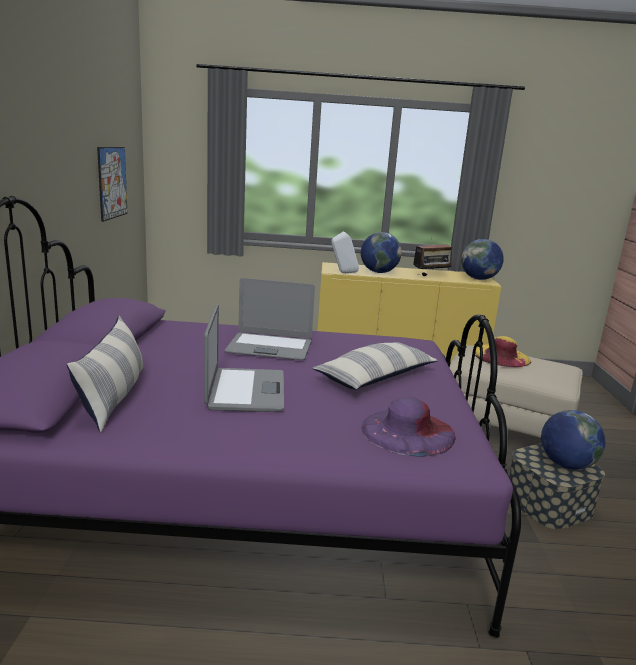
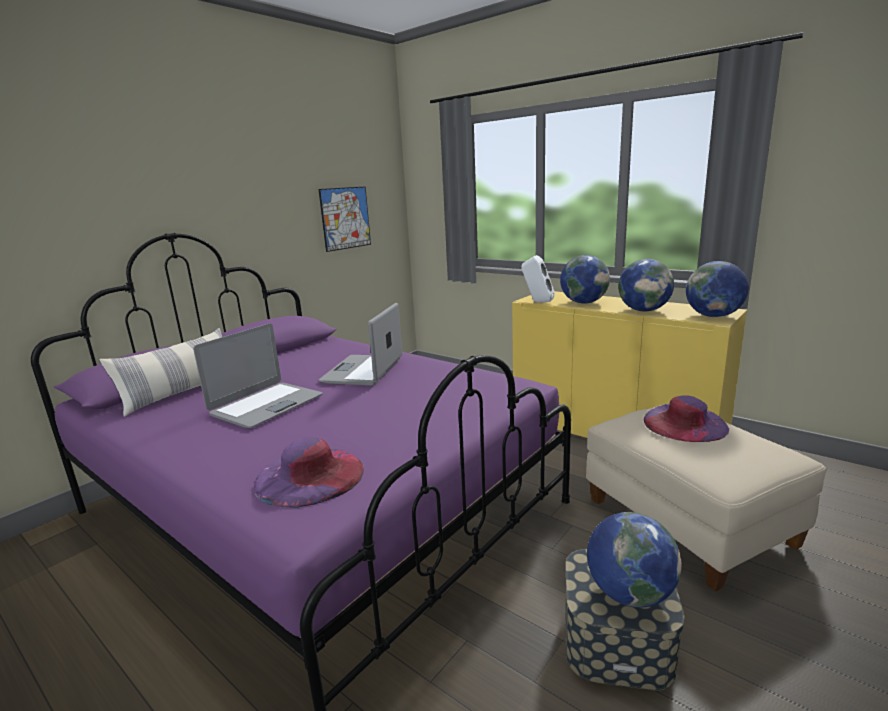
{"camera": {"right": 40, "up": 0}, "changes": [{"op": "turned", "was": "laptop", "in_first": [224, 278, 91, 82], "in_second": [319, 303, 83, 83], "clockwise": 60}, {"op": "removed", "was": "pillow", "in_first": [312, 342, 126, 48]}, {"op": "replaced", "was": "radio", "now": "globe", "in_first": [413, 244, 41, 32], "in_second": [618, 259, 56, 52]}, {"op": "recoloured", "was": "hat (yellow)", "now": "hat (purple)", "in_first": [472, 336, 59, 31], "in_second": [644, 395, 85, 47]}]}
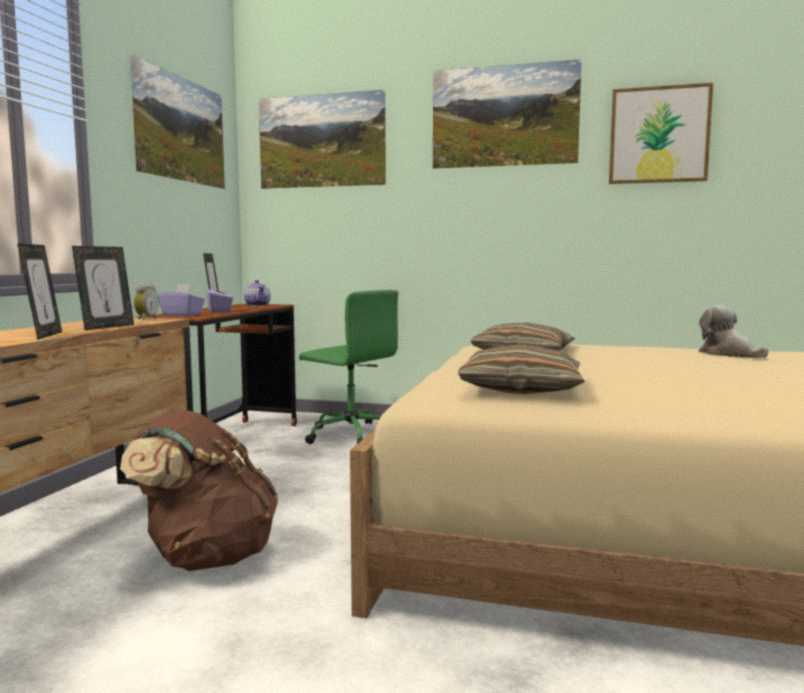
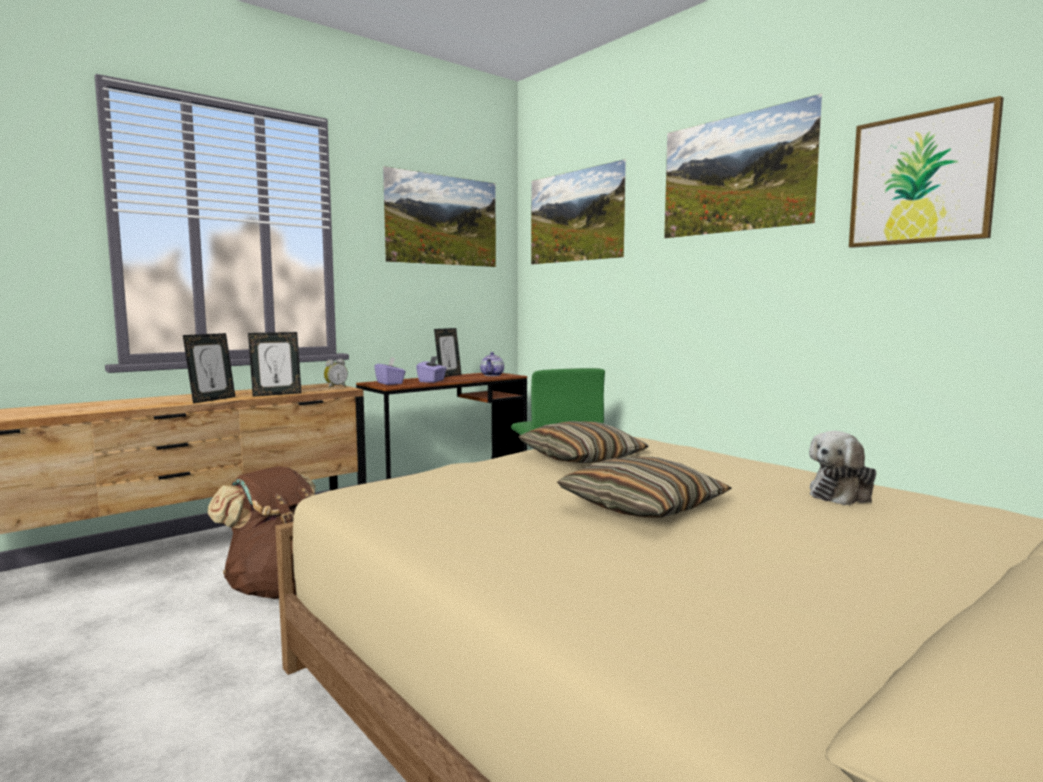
{"camera": {"right": 35, "up": 0}, "changes": [{"op": "moved", "was": "pillow", "in_first": [458, 345, 127, 49], "in_second": [557, 457, 175, 61]}, {"op": "turned", "was": "plush toy", "in_first": [698, 306, 71, 52], "in_second": [809, 431, 67, 74], "clockwise": -135}]}
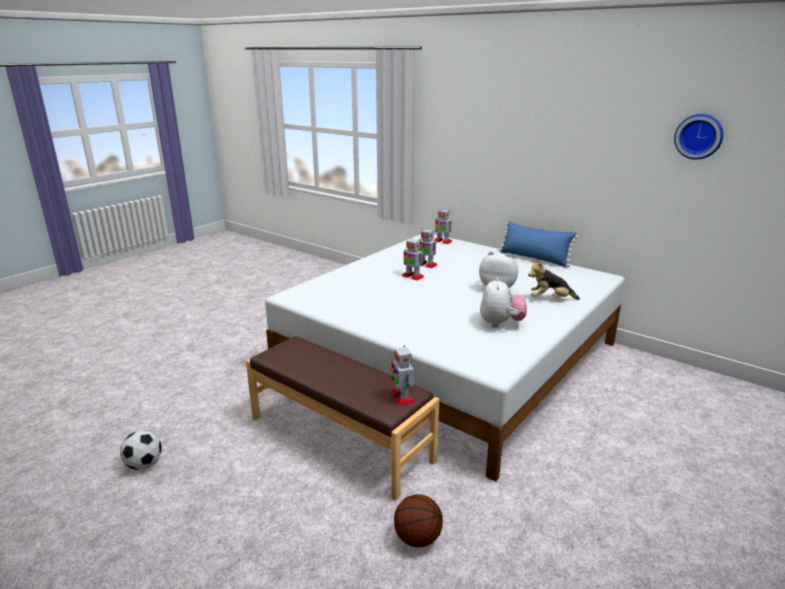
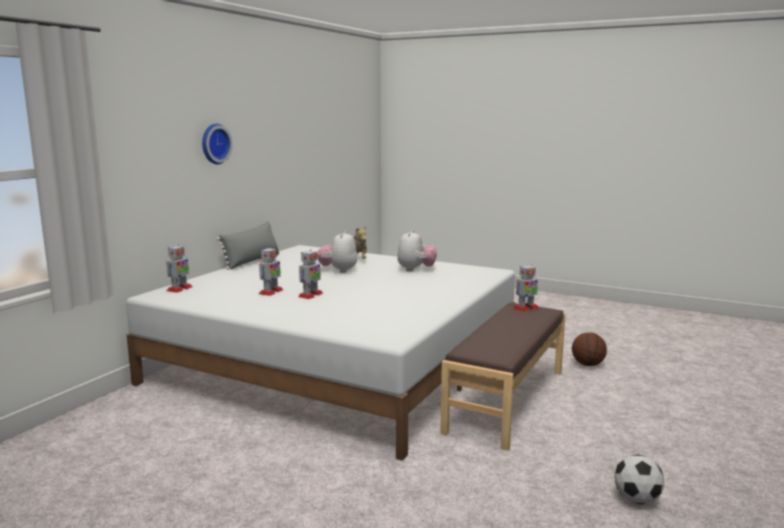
{"camera": {"right": -100, "up": -10}, "changes": [{"op": "turned", "was": "plush toy", "in_first": [480, 277, 47, 51], "in_second": [397, 230, 40, 42], "clockwise": 105}, {"op": "recoloured", "was": "pillow (blue)", "now": "pillow (grey)", "in_first": [499, 221, 79, 46], "in_second": [217, 221, 63, 49]}, {"op": "moved", "was": "wall clock", "in_first": [674, 114, 50, 46], "in_second": [202, 124, 31, 40]}]}
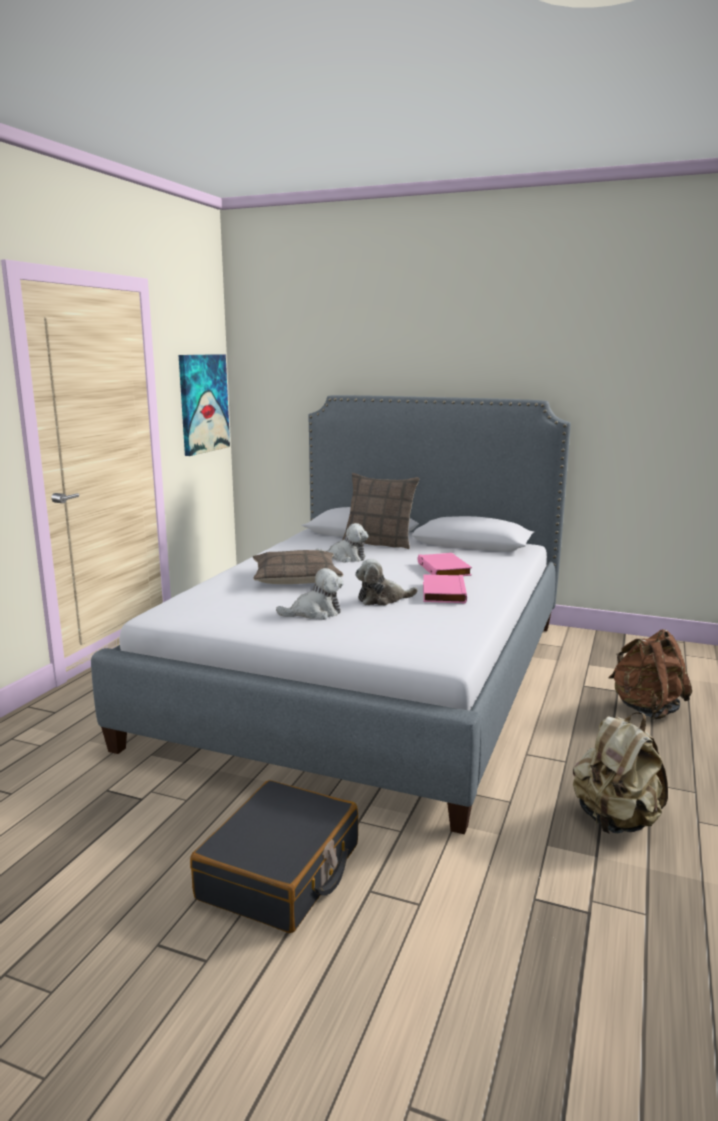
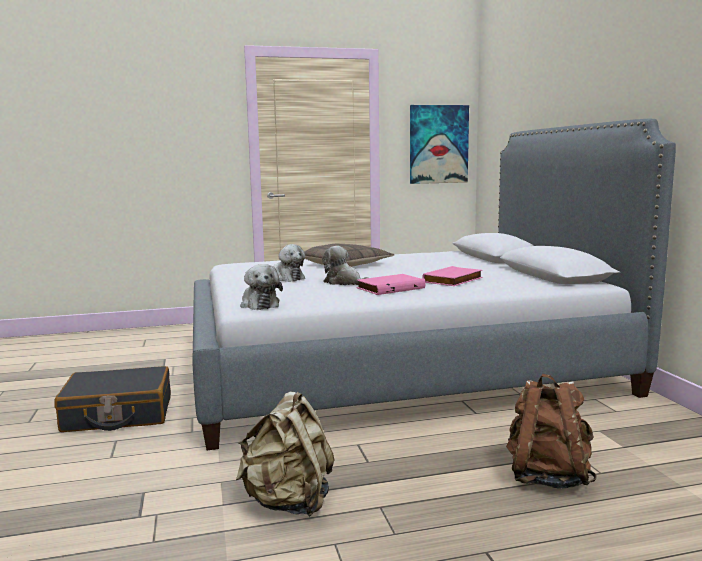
{"camera": {"right": 55, "up": -5}, "changes": [{"op": "moved", "was": "plush toy", "in_first": [316, 523, 53, 39], "in_second": [240, 264, 43, 46]}, {"op": "removed", "was": "pillow", "in_first": [342, 473, 78, 76]}]}
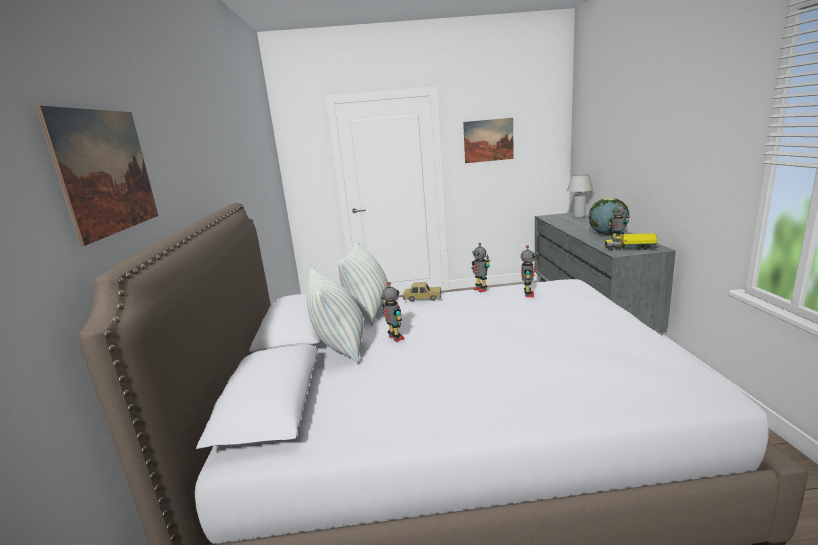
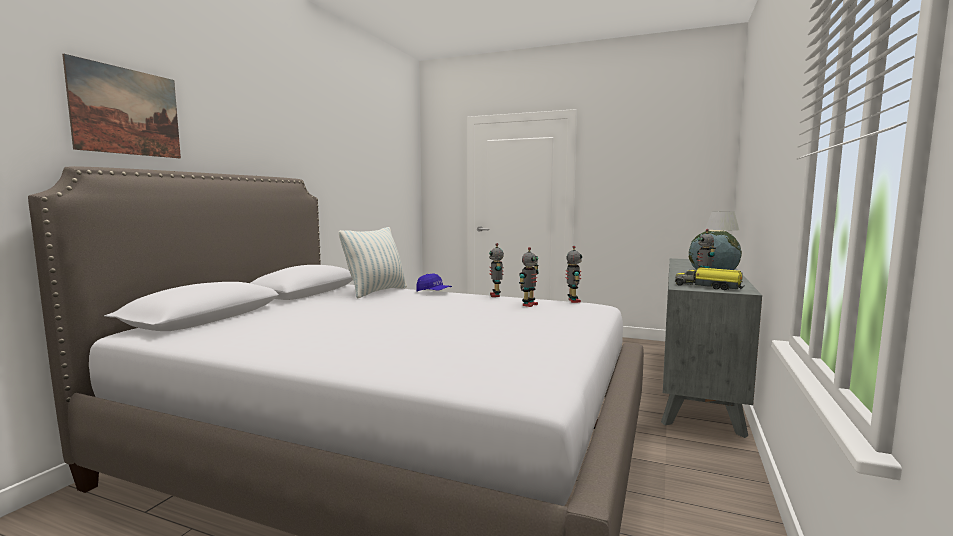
{"camera": {"right": 25, "up": -10}, "changes": [{"op": "removed", "was": "pillow", "in_first": [307, 267, 57, 97]}, {"op": "moved", "was": "toy robot", "in_first": [381, 282, 23, 60], "in_second": [565, 246, 17, 57]}, {"op": "replaced", "was": "toy car", "now": "cap (blue)", "in_first": [403, 282, 39, 20], "in_second": [416, 274, 36, 18]}, {"op": "removed", "was": "picture", "in_first": [463, 118, 51, 45]}]}
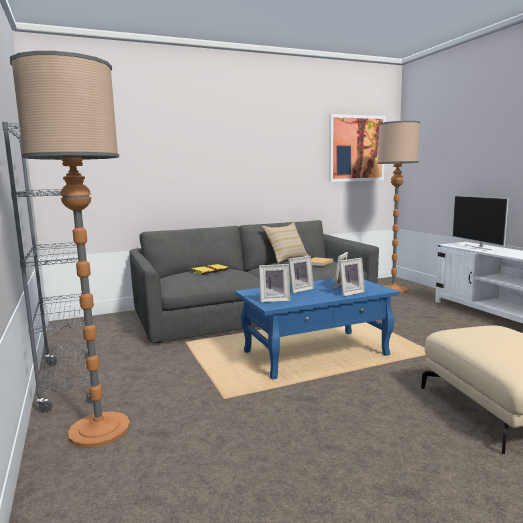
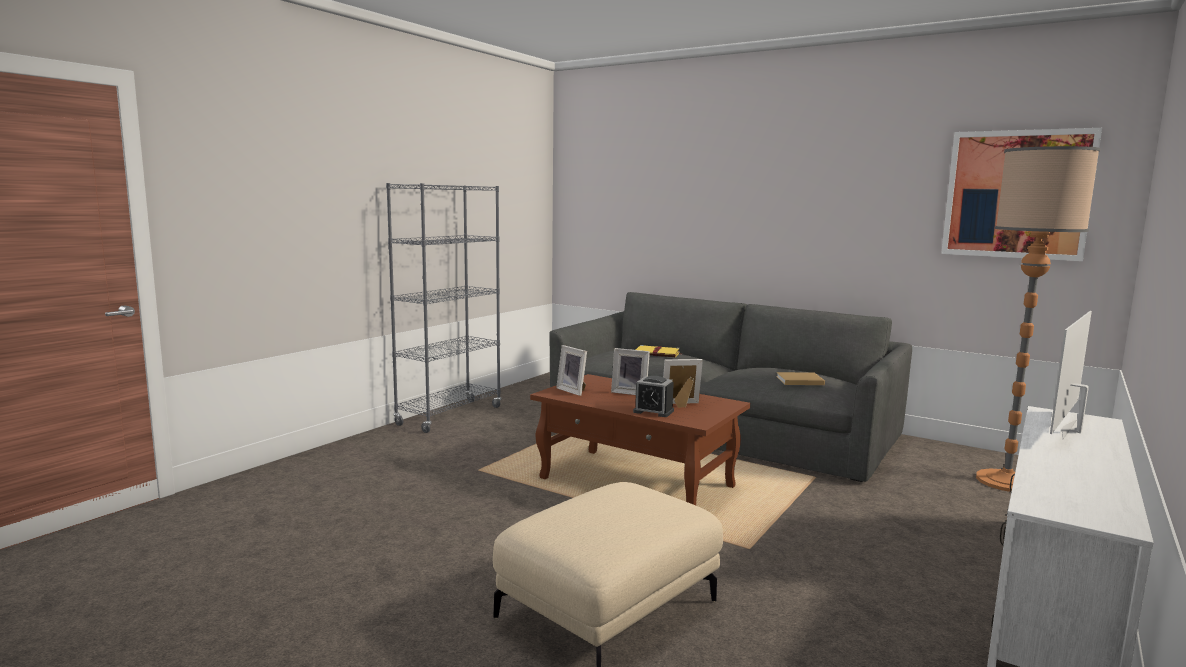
{"camera": {"right": 55, "up": 0}, "changes": [{"op": "removed", "was": "floor lamp", "in_first": [10, 51, 120, 396]}, {"op": "recoloured", "was": "coffee table (blue)", "now": "coffee table (brown)", "in_first": [235, 278, 165, 102], "in_second": [530, 374, 220, 131]}, {"op": "removed", "was": "pillow (beige)", "in_first": [262, 222, 47, 41]}, {"op": "replaced", "was": "picture frame", "now": "alarm clock", "in_first": [339, 258, 26, 39], "in_second": [633, 376, 41, 41]}]}
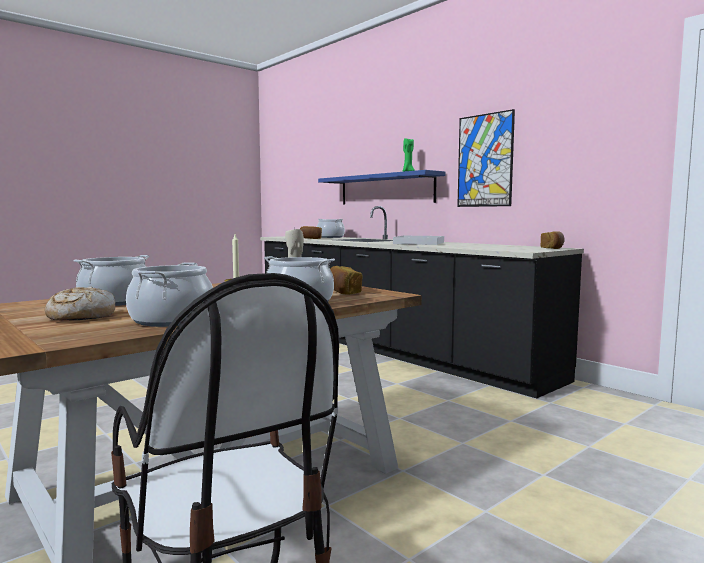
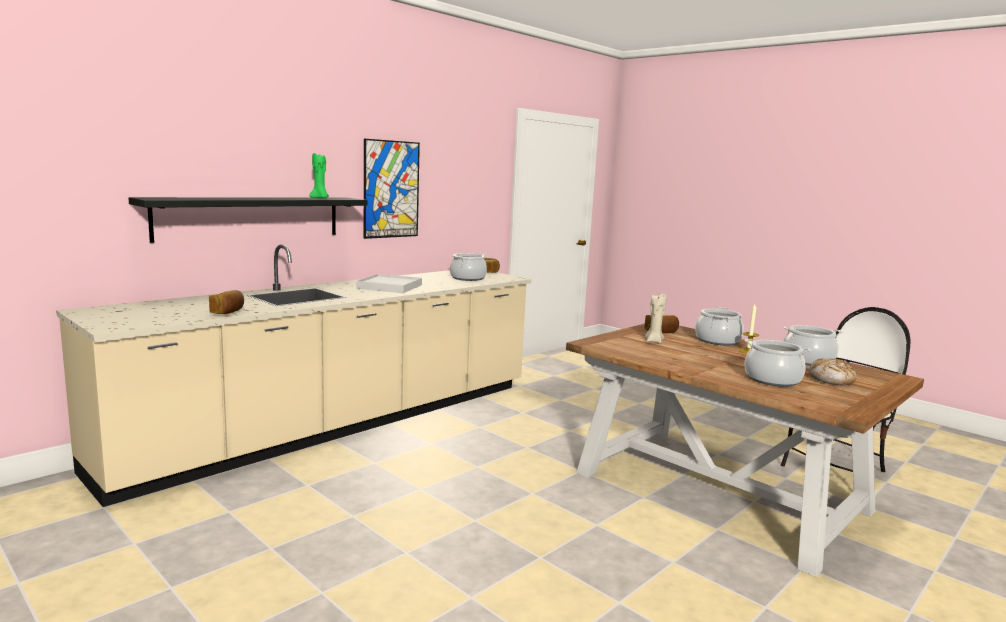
{"camera": {"right": -95, "up": 5}, "changes": [{"op": "recoloured", "was": "counter (black)", "now": "counter (beige)", "in_first": [260, 206, 324, 192], "in_second": [56, 244, 475, 263]}, {"op": "moved", "was": "cooking pot", "in_first": [317, 219, 28, 19], "in_second": [450, 253, 37, 28]}, {"op": "recoloured", "was": "shelf (blue)", "now": "shelf (black)", "in_first": [318, 170, 127, 35], "in_second": [129, 197, 239, 46]}]}
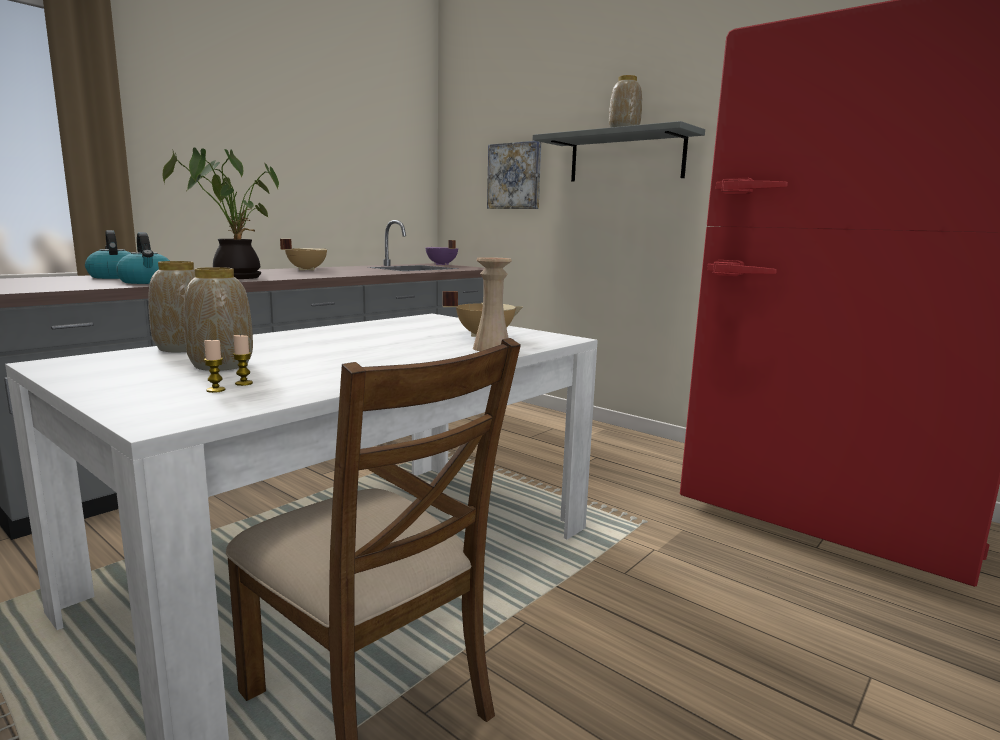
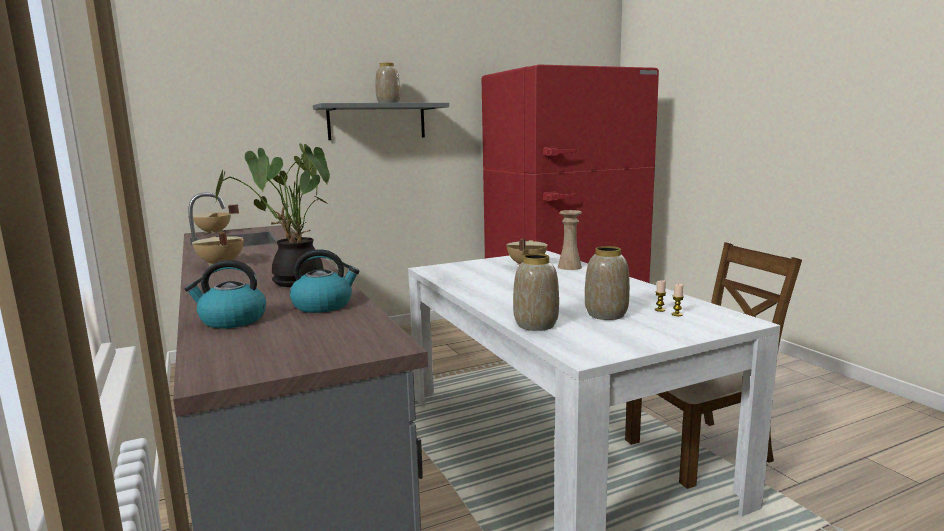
{"camera": {"right": -65, "up": 0}, "changes": [{"op": "recoloured", "was": "cooking pot (purple)", "now": "cooking pot (beige)", "in_first": [425, 240, 33, 25], "in_second": [188, 204, 51, 30]}, {"op": "removed", "was": "picture", "in_first": [487, 141, 54, 68]}]}
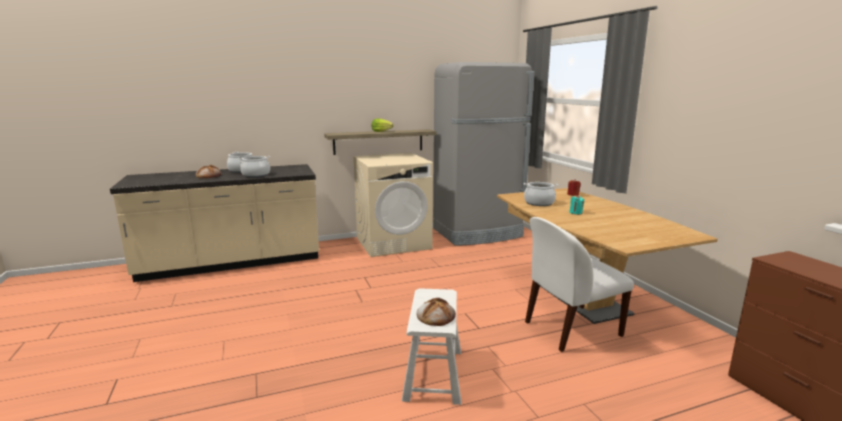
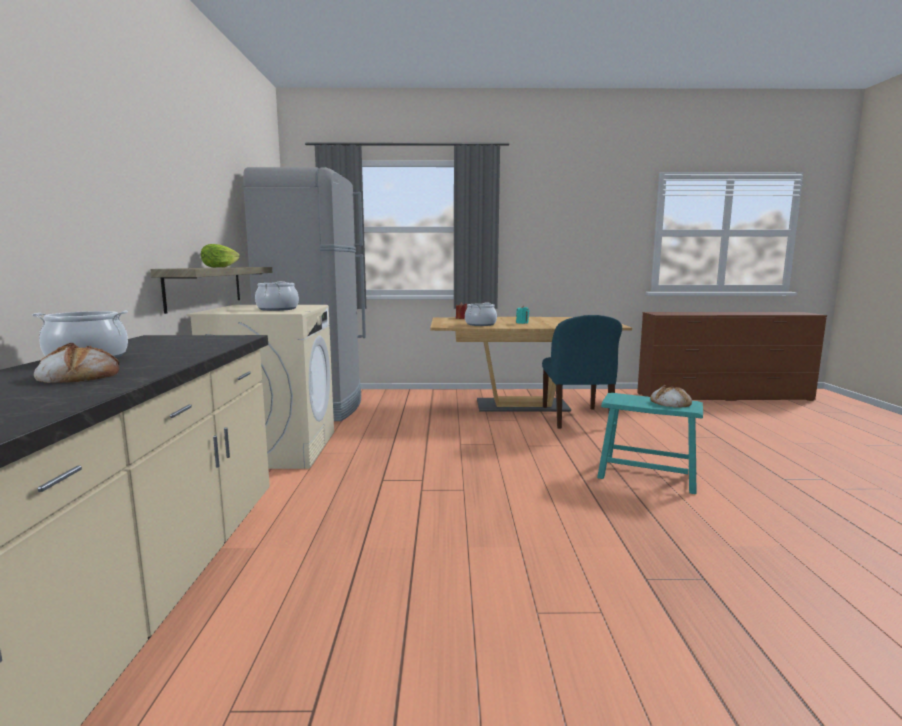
{"camera": {"right": -70, "up": -5}, "changes": [{"op": "moved", "was": "cooking pot", "in_first": [238, 156, 33, 21], "in_second": [255, 281, 44, 30]}, {"op": "recoloured", "was": "stool (white)", "now": "stool (turquoise)", "in_first": [402, 288, 59, 117], "in_second": [597, 393, 106, 101]}, {"op": "recoloured", "was": "chair (white)", "now": "chair (blue)", "in_first": [525, 217, 109, 135], "in_second": [542, 315, 80, 114]}]}
